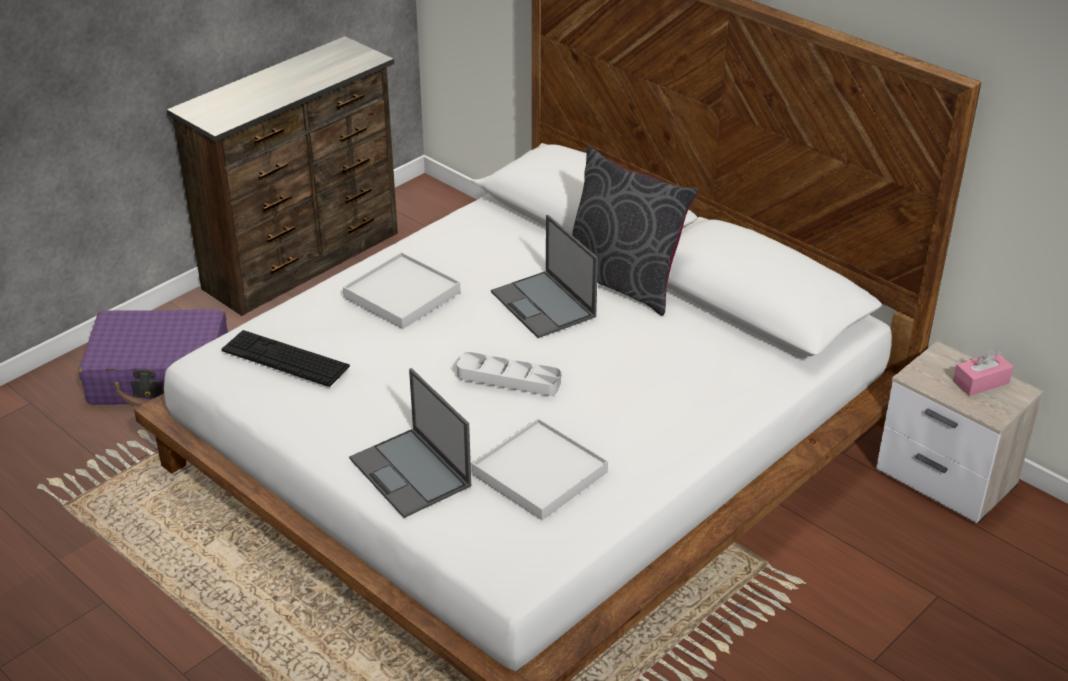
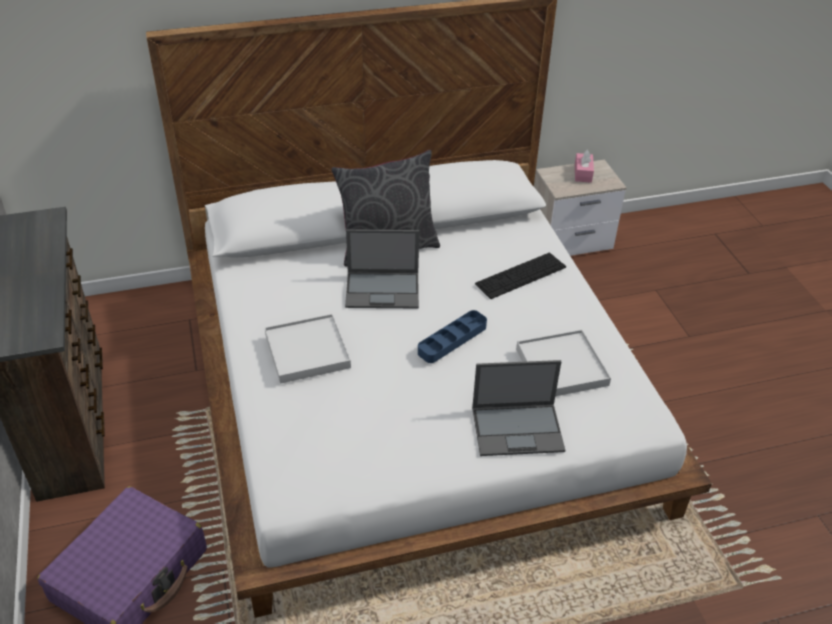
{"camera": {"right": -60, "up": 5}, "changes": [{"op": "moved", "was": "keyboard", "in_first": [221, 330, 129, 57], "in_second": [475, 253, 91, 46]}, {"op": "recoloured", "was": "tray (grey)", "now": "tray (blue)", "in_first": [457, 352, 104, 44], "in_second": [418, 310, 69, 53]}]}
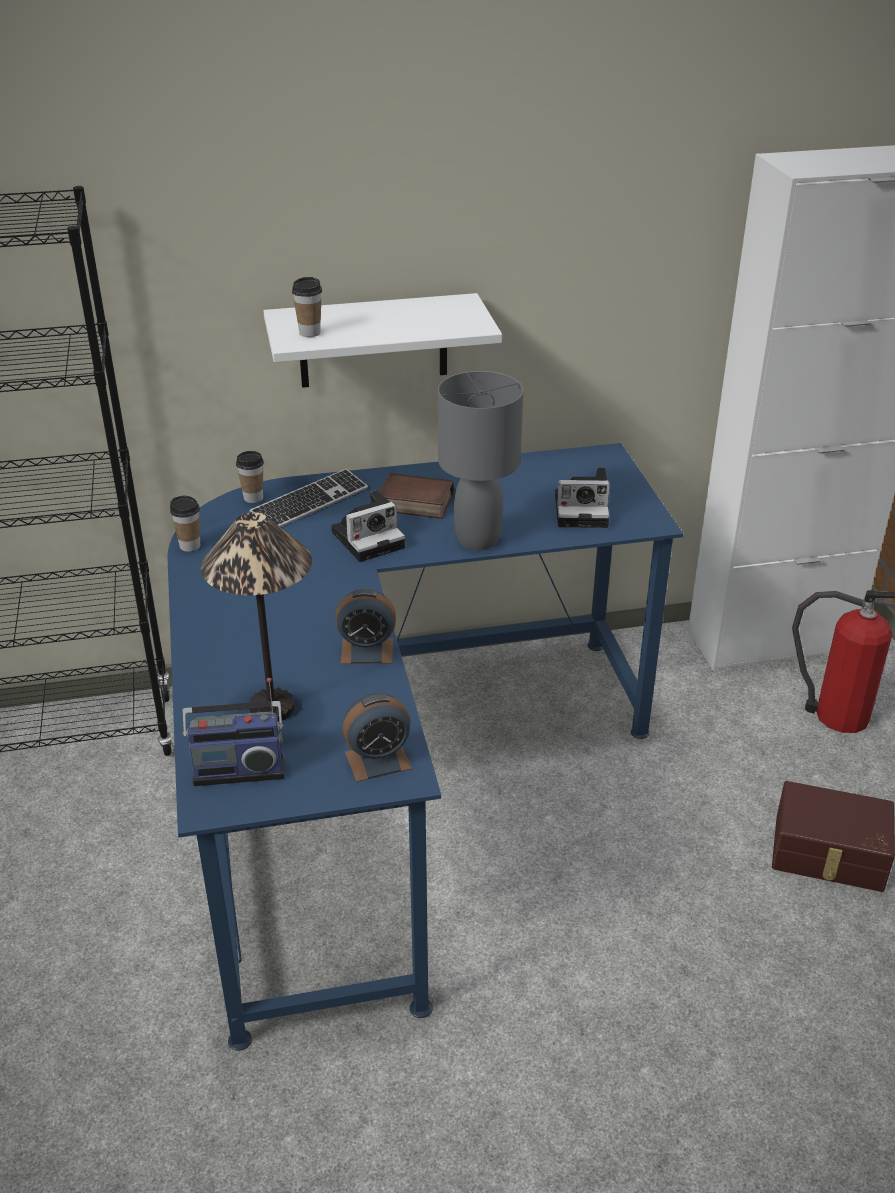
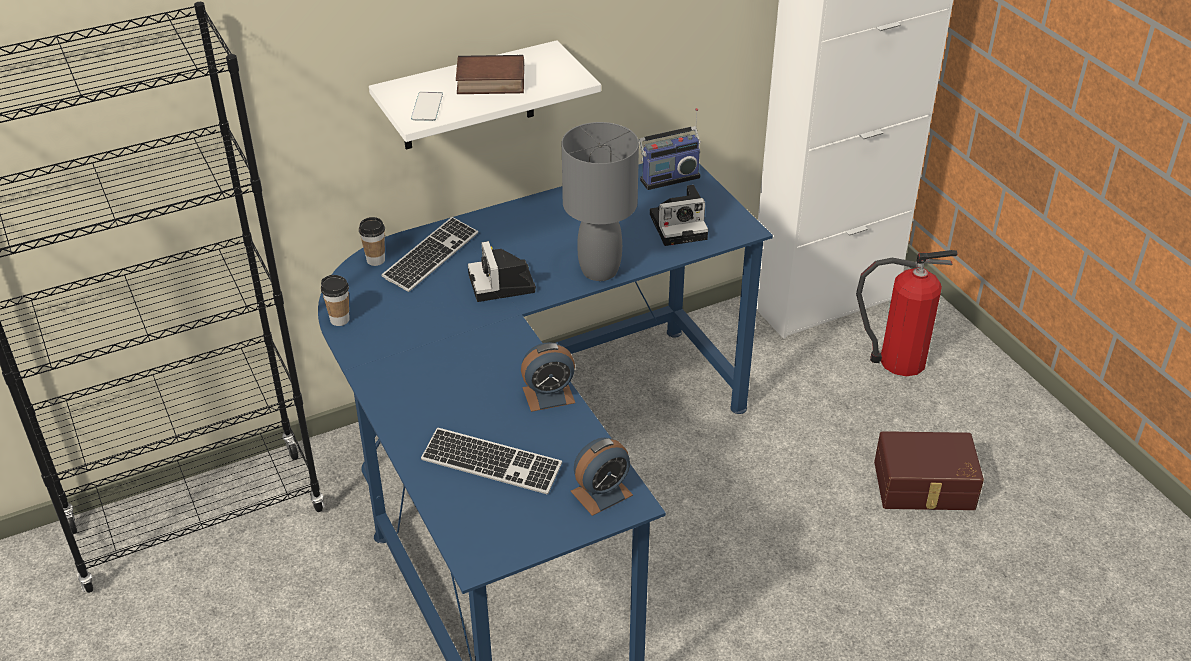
{"camera": {"right": -15, "up": 5}, "changes": [{"op": "moved", "was": "radio", "in_first": [183, 678, 101, 108], "in_second": [639, 108, 62, 82]}, {"op": "replaced", "was": "table lamp", "now": "keyboard", "in_first": [201, 512, 111, 210], "in_second": [421, 428, 141, 66]}, {"op": "replaced", "was": "cup", "now": "phone", "in_first": [292, 277, 30, 60], "in_second": [411, 92, 32, 29]}, {"op": "turned", "was": "photo camera", "in_first": [331, 490, 74, 72], "in_second": [468, 241, 68, 61], "clockwise": 120}, {"op": "moved", "was": "book", "in_first": [379, 473, 75, 46], "in_second": [456, 55, 68, 39]}]}
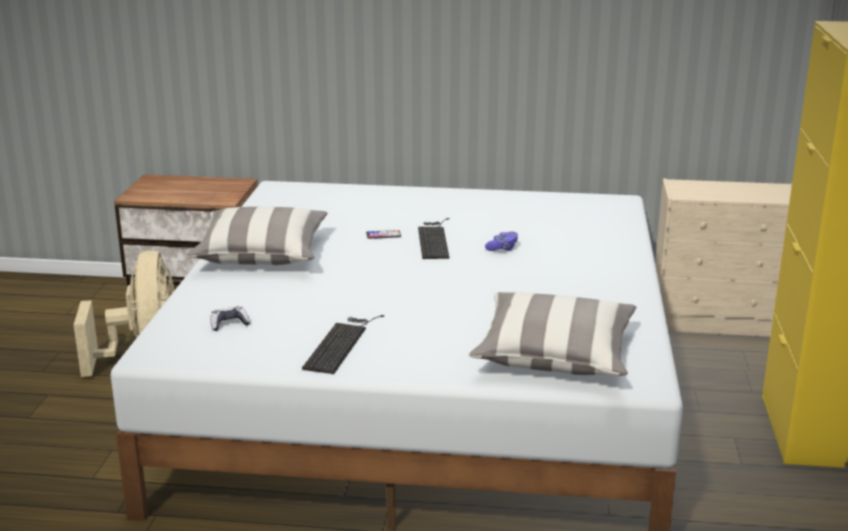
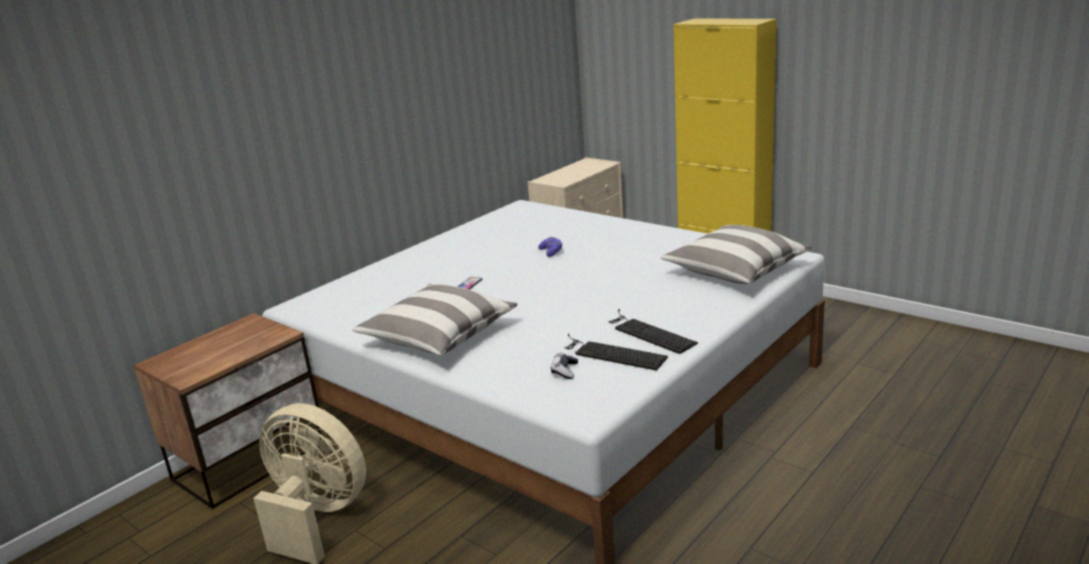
{"camera": {"right": -55, "up": 0}, "changes": [{"op": "moved", "was": "keyboard", "in_first": [418, 218, 32, 41], "in_second": [565, 333, 103, 38]}]}
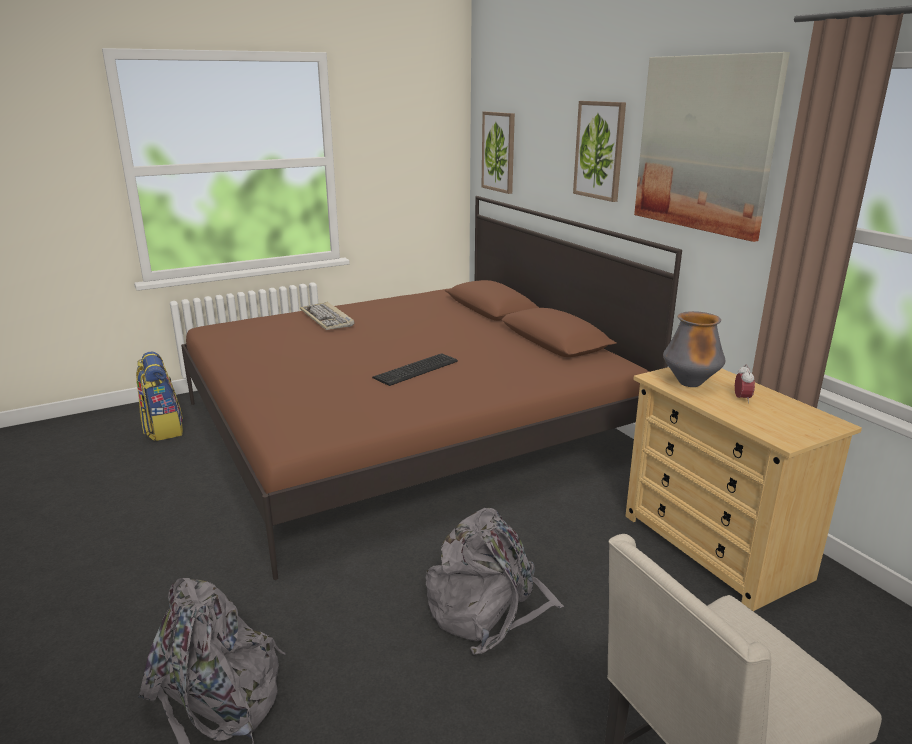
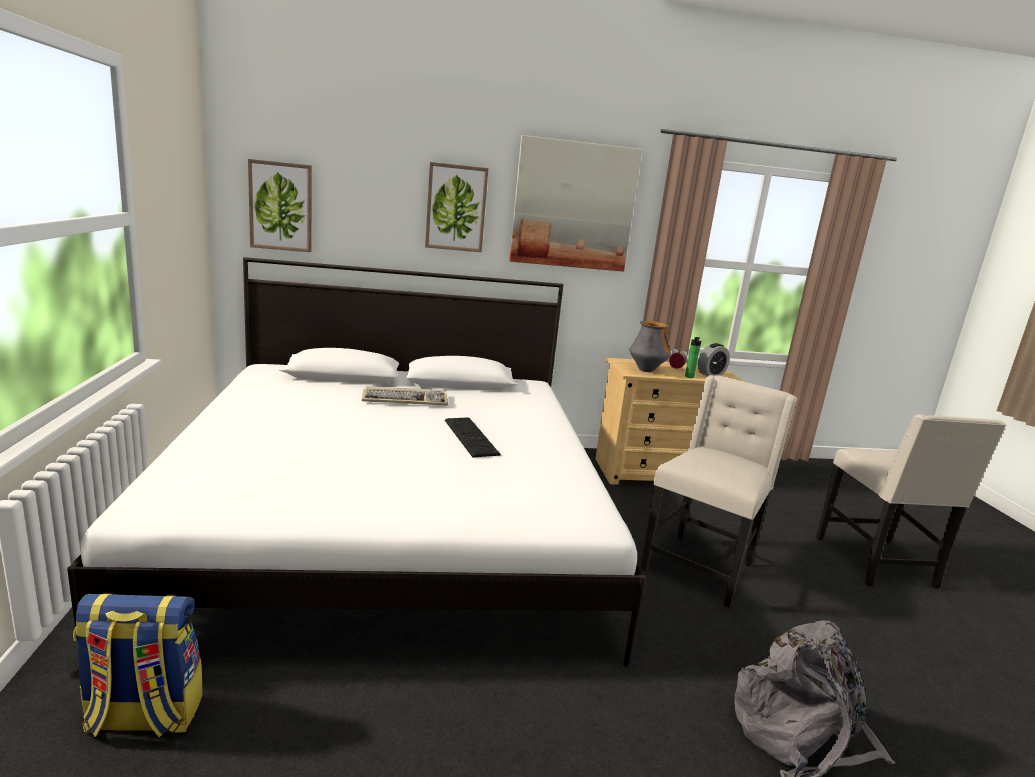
{"camera": {"right": -70, "up": -5}, "changes": [{"op": "recoloured", "was": "bed (brown)", "now": "bed (white)", "in_first": [181, 196, 501, 384], "in_second": [67, 257, 579, 410]}, {"op": "moved", "was": "keyboard", "in_first": [300, 302, 54, 28], "in_second": [362, 386, 86, 20]}, {"op": "replaced", "was": "backpack (grey)", "now": "chair (beige)", "in_first": [426, 508, 138, 147], "in_second": [641, 375, 156, 232]}, {"op": "added", "now": "bottle", "in_second": [685, 337, 16, 41]}, {"op": "added", "now": "alarm clock", "in_second": [697, 343, 33, 33]}]}
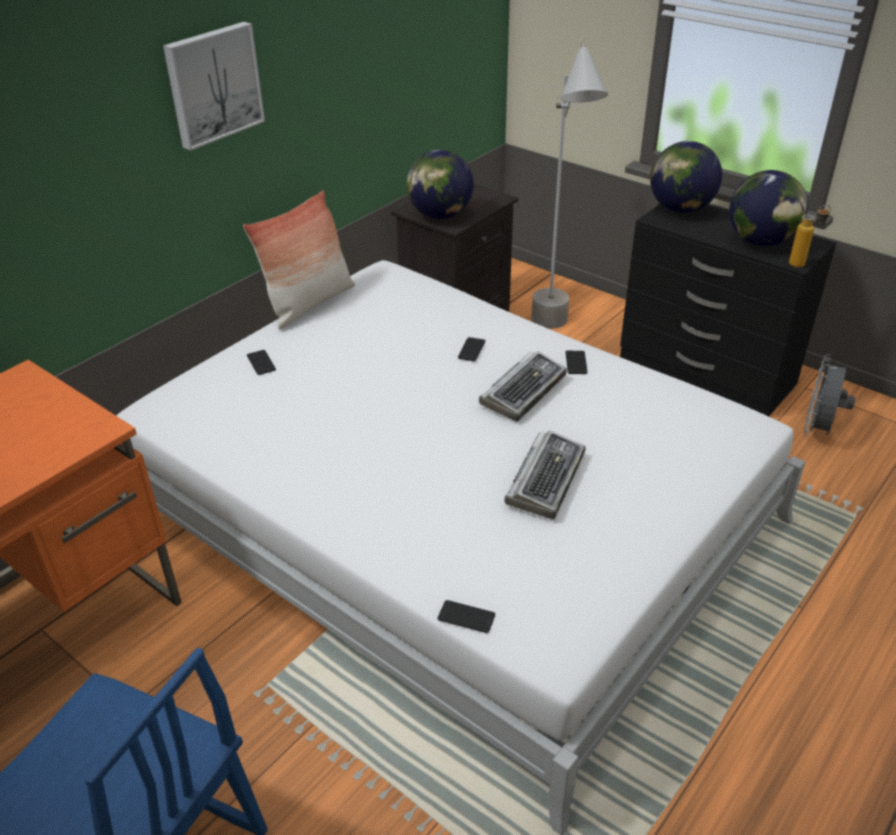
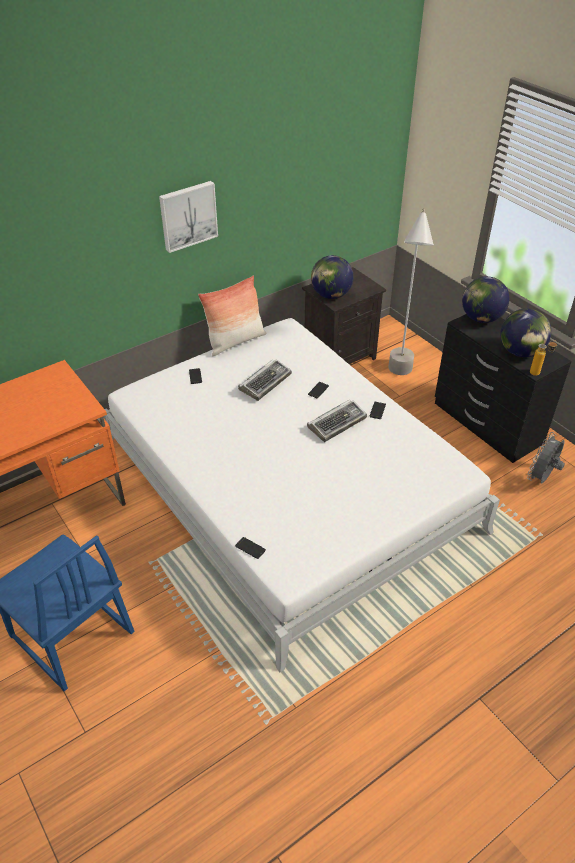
{"camera": {"right": 15, "up": 5}, "changes": [{"op": "moved", "was": "keyboard", "in_first": [504, 430, 82, 89], "in_second": [238, 359, 54, 42]}]}
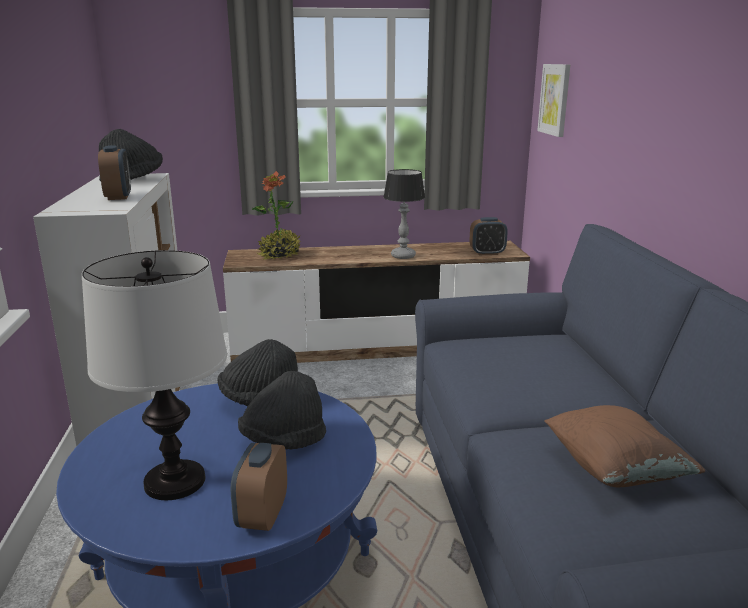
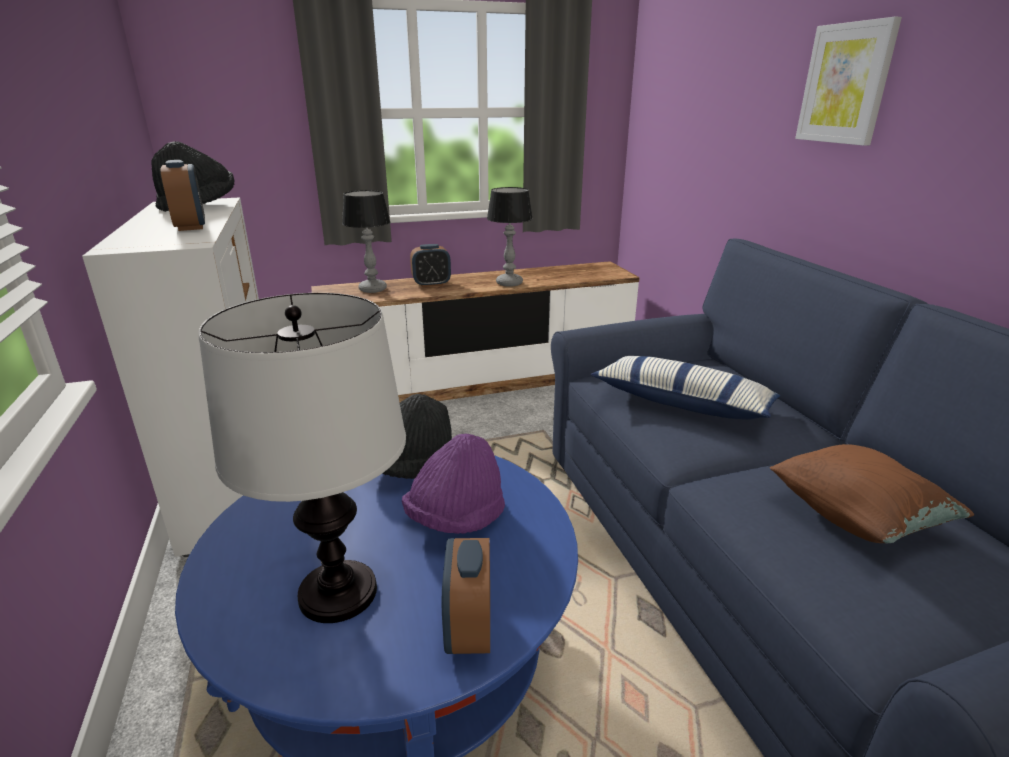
{"camera": {"right": -10, "up": 5}, "changes": [{"op": "recoloured", "was": "hat (black)", "now": "hat (purple)", "in_first": [238, 371, 88, 79], "in_second": [402, 433, 103, 101]}, {"op": "replaced", "was": "potted plant", "now": "table lamp", "in_first": [252, 171, 49, 89], "in_second": [342, 190, 48, 103]}, {"op": "moved", "was": "alarm clock", "in_first": [469, 217, 39, 38], "in_second": [410, 244, 41, 43]}, {"op": "moved", "was": "picture", "in_first": [537, 64, 33, 73], "in_second": [795, 17, 107, 129]}, {"op": "added", "now": "pillow", "in_second": [591, 356, 189, 64]}]}
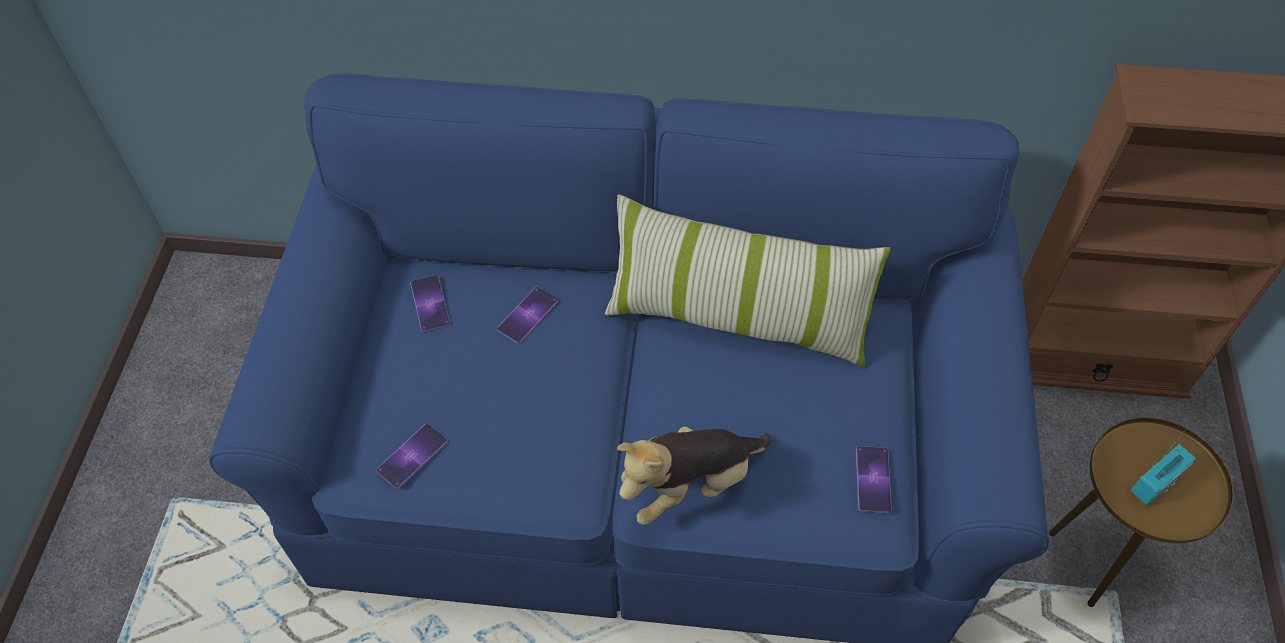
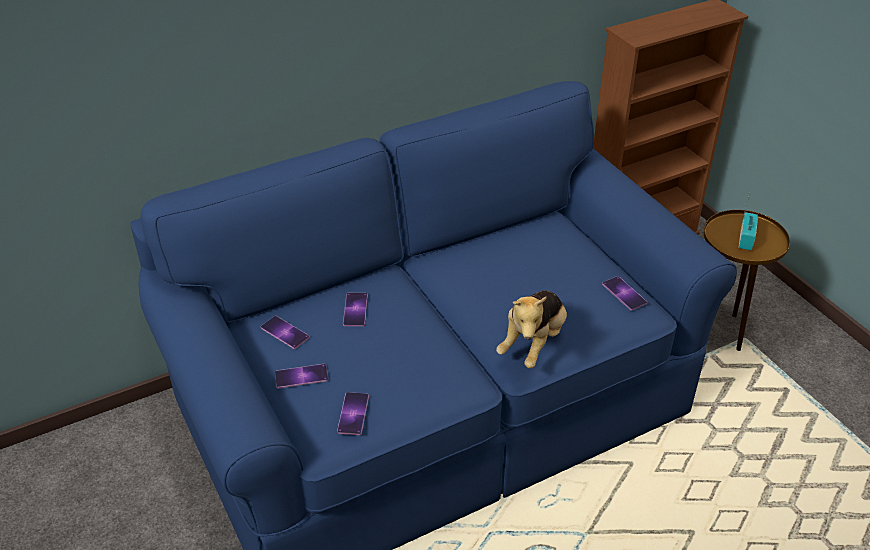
{"camera": {"right": -35, "up": -15}, "changes": [{"op": "removed", "was": "pillow", "in_first": [605, 194, 286, 173]}, {"op": "added", "now": "phone", "in_second": [275, 364, 53, 24]}]}
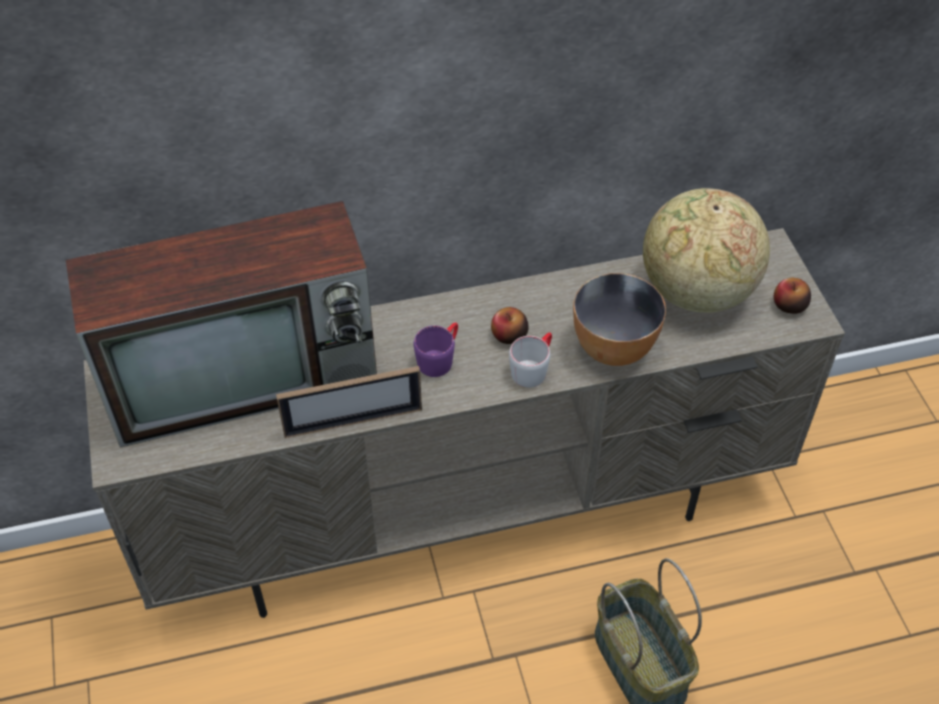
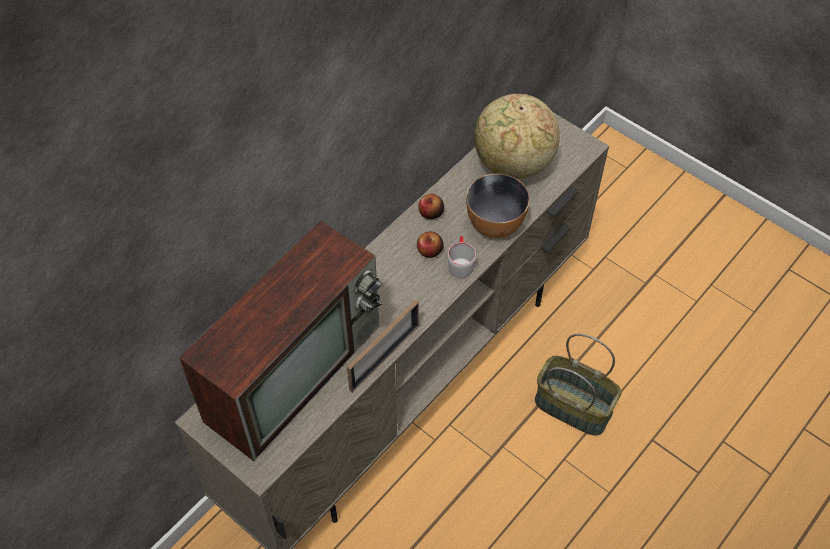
{"camera": {"right": -35, "up": 5}, "changes": [{"op": "removed", "was": "mug (purple)", "in_first": [413, 322, 45, 55]}, {"op": "moved", "was": "apple", "in_first": [774, 278, 37, 36], "in_second": [418, 194, 26, 25]}]}
